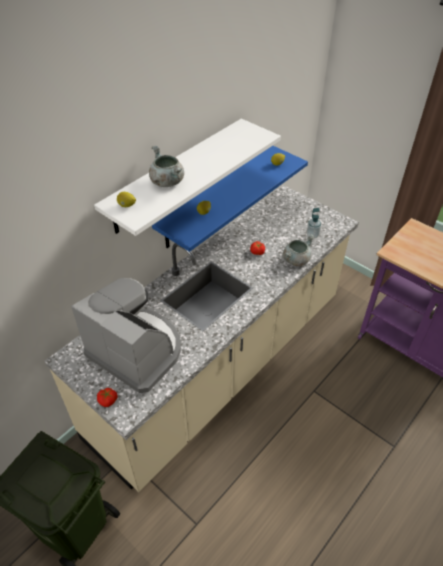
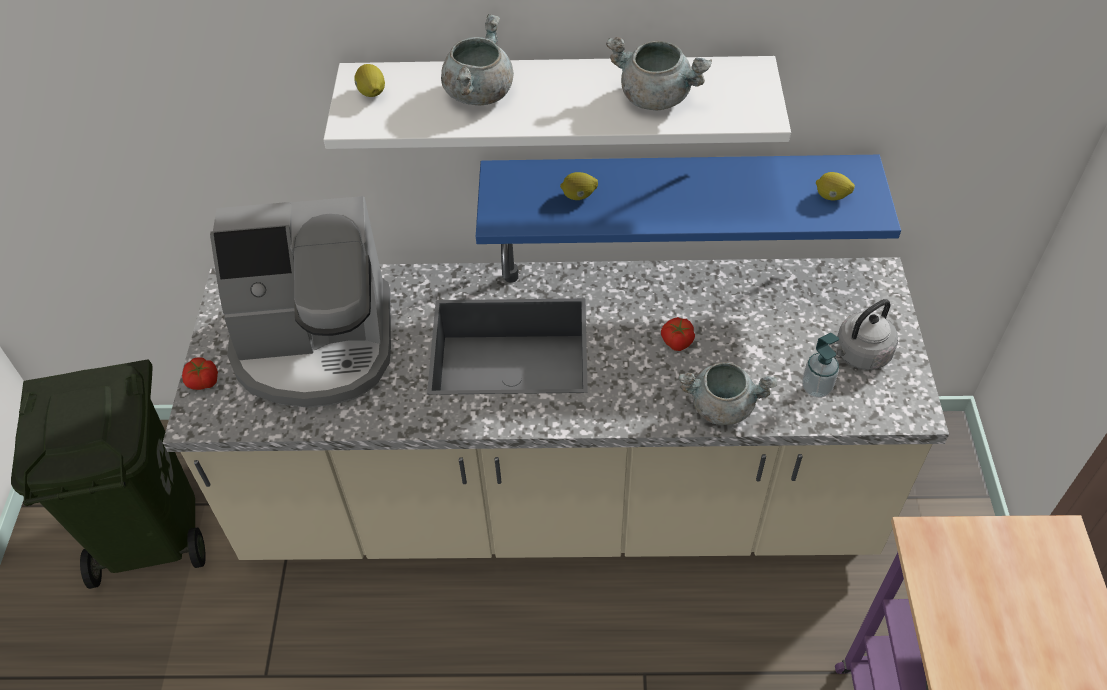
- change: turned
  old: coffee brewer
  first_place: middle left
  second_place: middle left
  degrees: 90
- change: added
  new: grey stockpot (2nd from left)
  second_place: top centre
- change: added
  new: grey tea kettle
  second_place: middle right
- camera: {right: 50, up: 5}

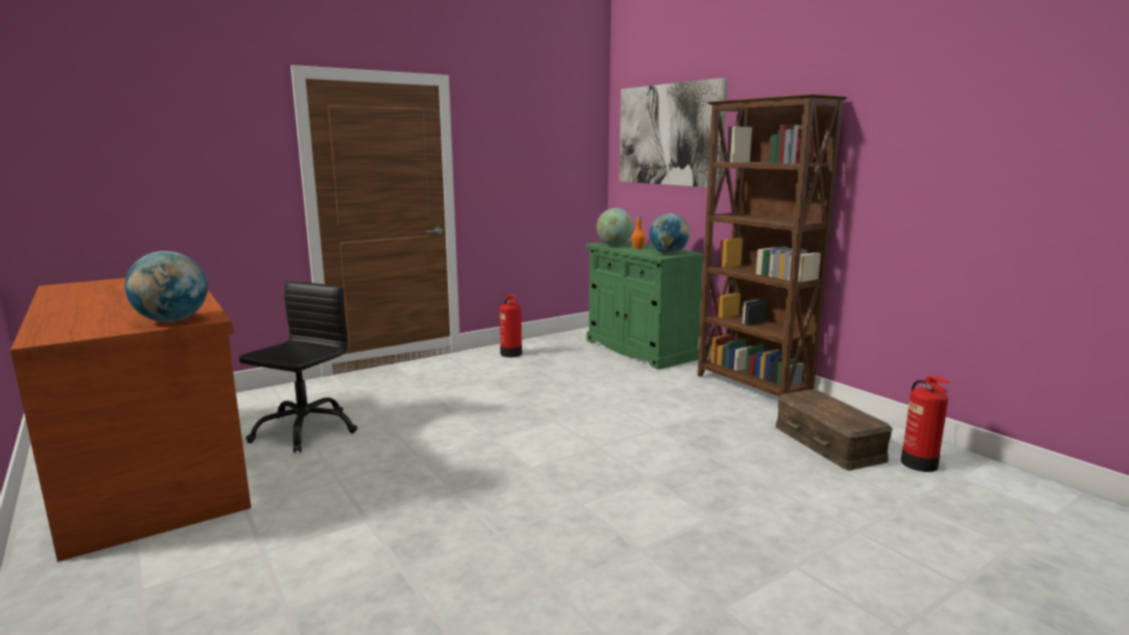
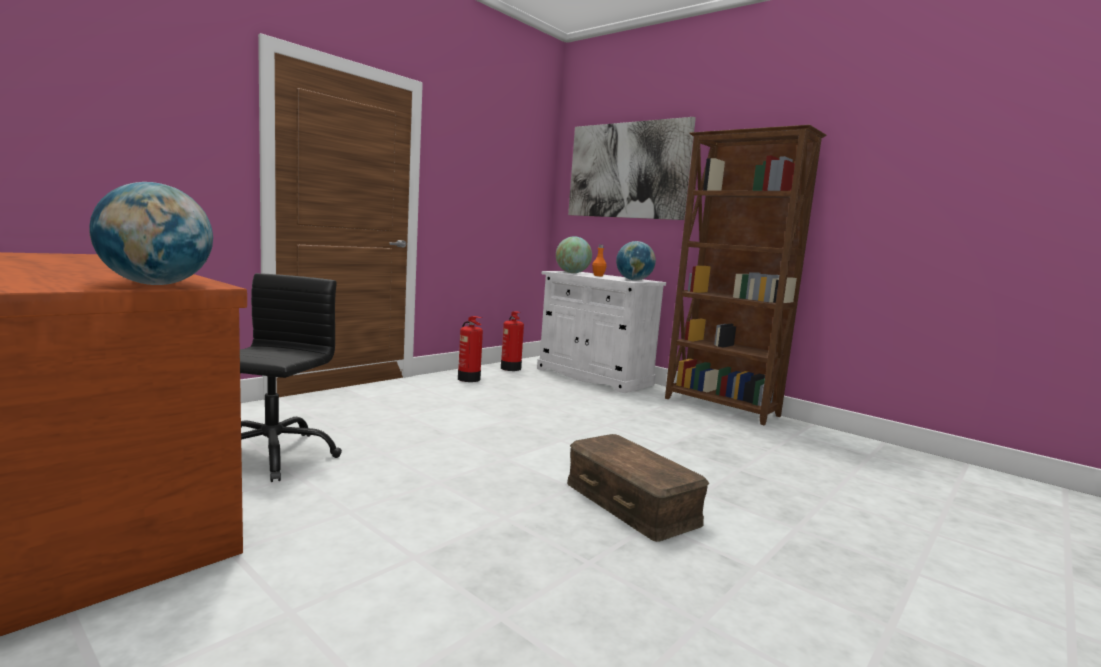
- change: moved
  old: fire extinguisher (2nd from left)
  first_place: bottom right
  second_place: centre
- change: recoloured
  old: green cupboard
  new: whitish cupboard
  first_place: centre
  second_place: centre
- change: moved
  old: brown-coloured storage container
  first_place: bottom right
  second_place: bottom centre
- camera: {right: -15, up: -5}

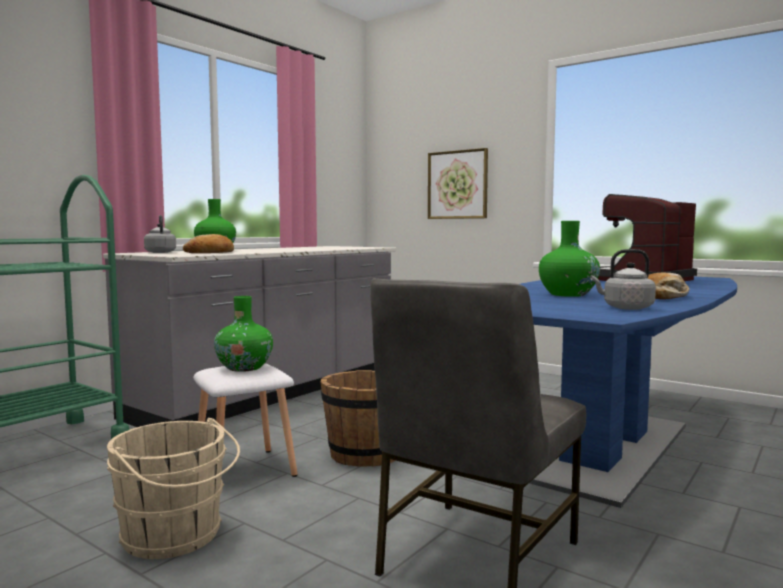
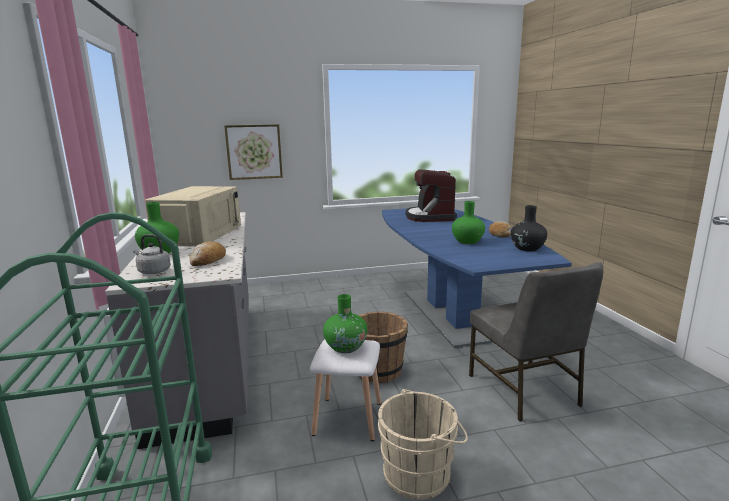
- change: added
  new: sand-coloured kitchen microwave
  second_place: middle left
- change: replaced
  old: grey tea kettle (2nd from left)
  new: black-coloured decorative vase
  first_place: middle right
  second_place: middle right
- camera: {right: -50, up: 10}

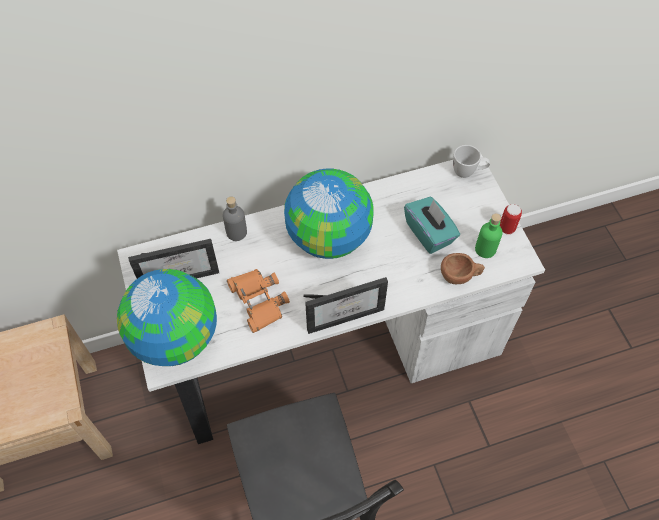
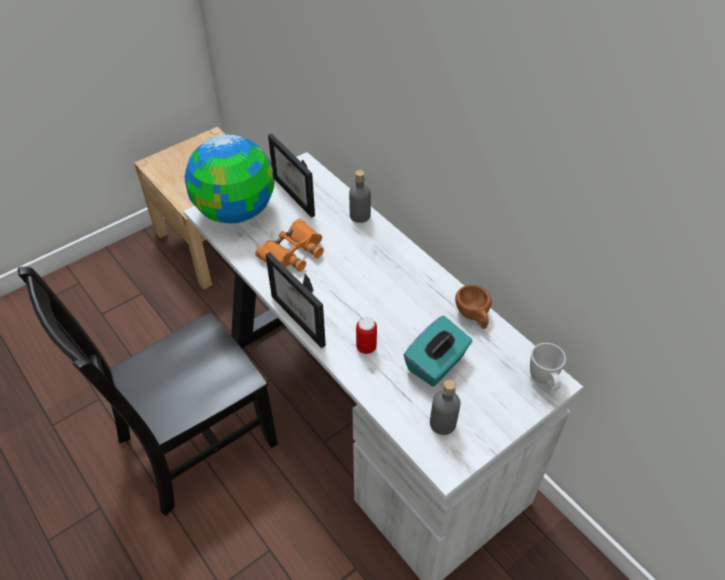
- change: moved
  old: sealed can
  first_place: middle right
  second_place: centre
- change: recoloured
  old: green beverage bottle
  new: grey beverage bottle (2nd from left)
  first_place: middle right
  second_place: bottom centre
- change: moved
  old: brown-coloured drinking cup
  first_place: middle right
  second_place: centre
- change: removed
  old: world globe (2nd from left)
  first_place: centre
- camera: {right: 70, up: -10}

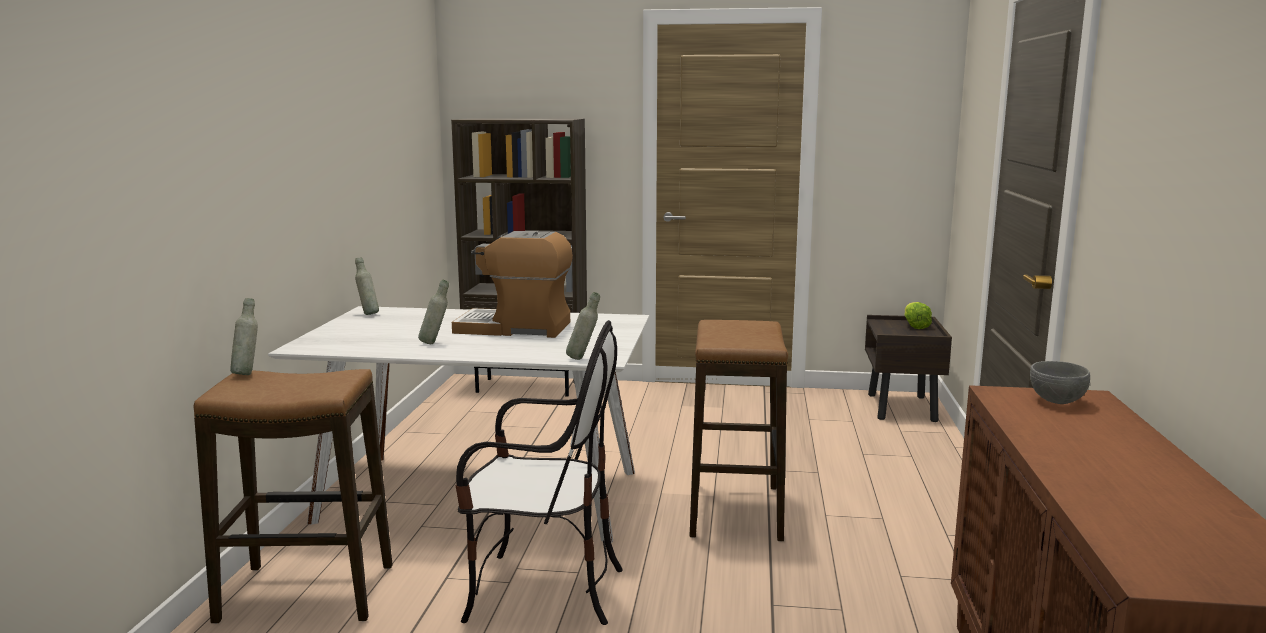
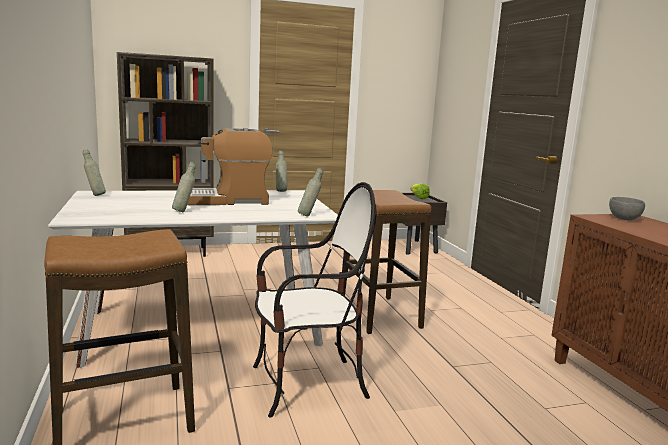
- change: moved
  old: grey beverage bottle (1st from left in the first image)
  new: grey beverage bottle (3rd from left)
  first_place: middle left
  second_place: centre
- camera: {right: -25, up: 0}

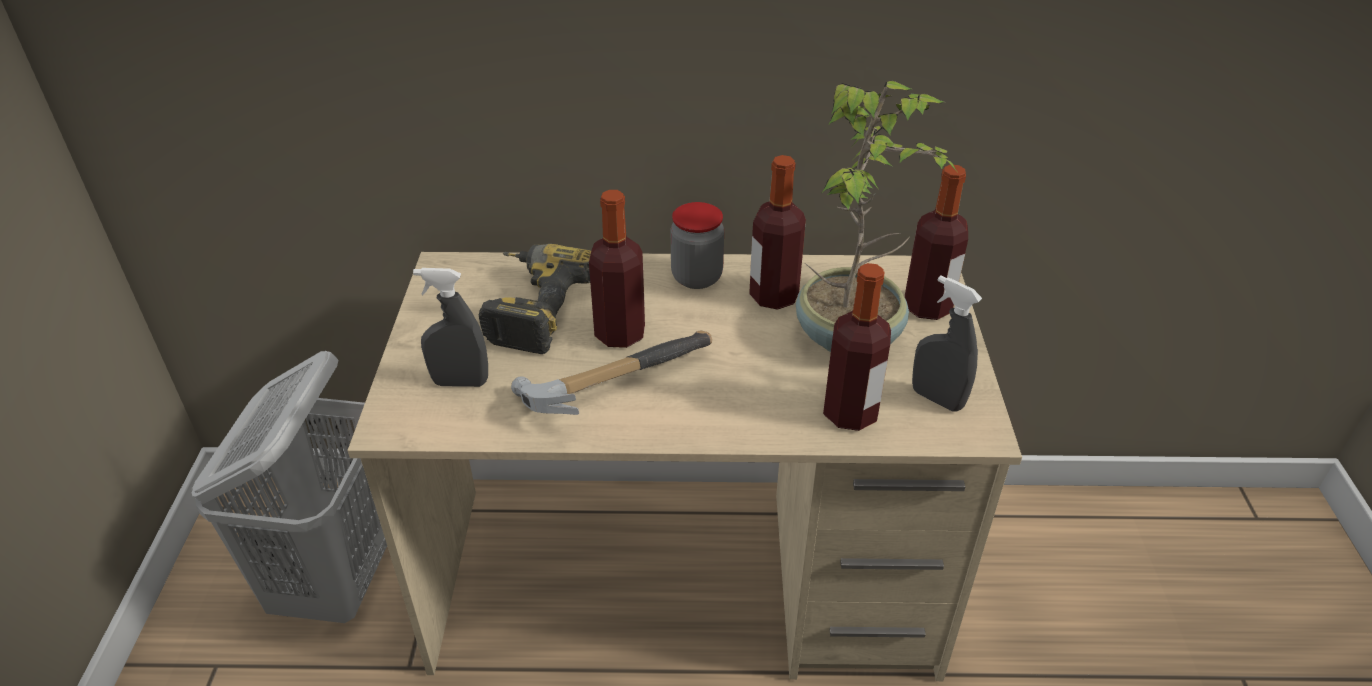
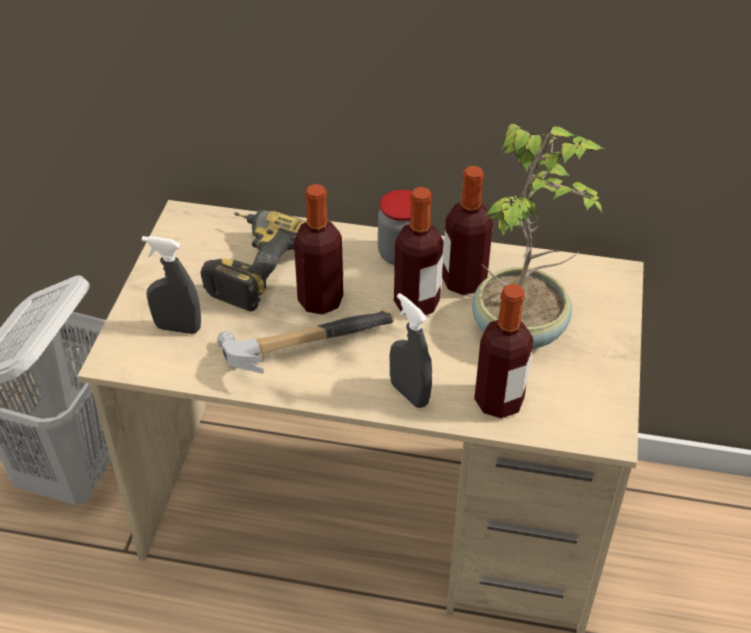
- change: moved
  old: grey spray bottle (2nd from left)
  first_place: middle right
  second_place: centre
- change: moved
  old: beverage bottle (4th from left in the first image)
  new: beverage bottle (2nd from left)
  first_place: middle right
  second_place: centre
- camera: {right: 10, up: 5}

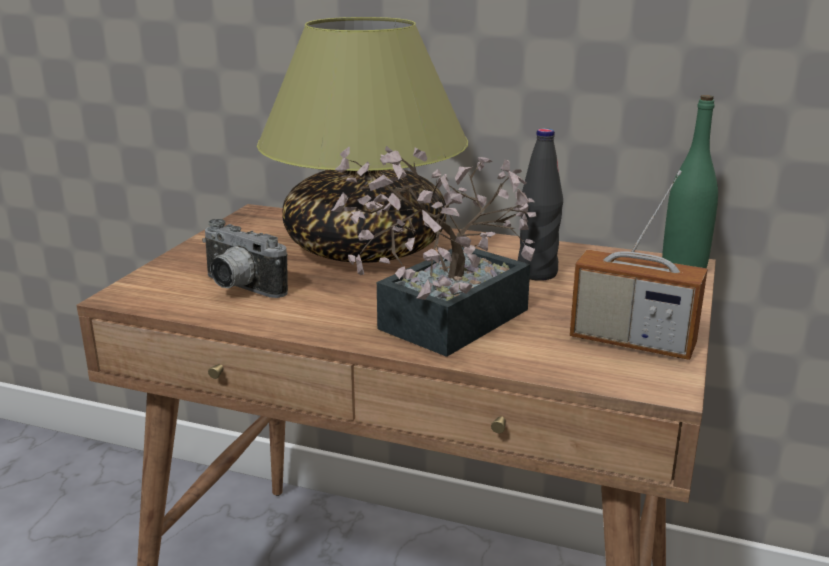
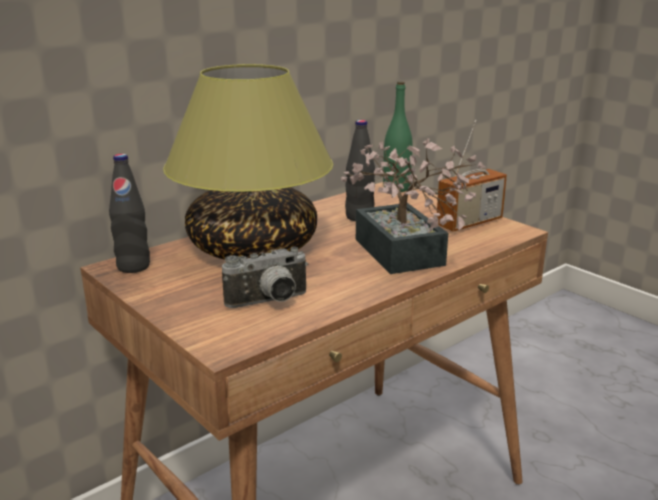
- change: added
  new: black-coloured beverage bottle (1st from left)
  second_place: middle left
- camera: {right: -60, up: 0}

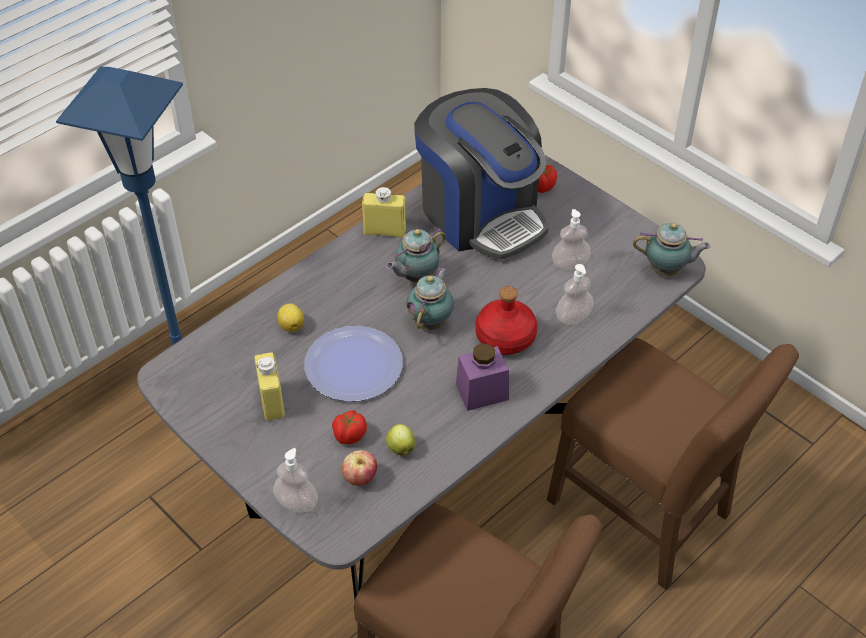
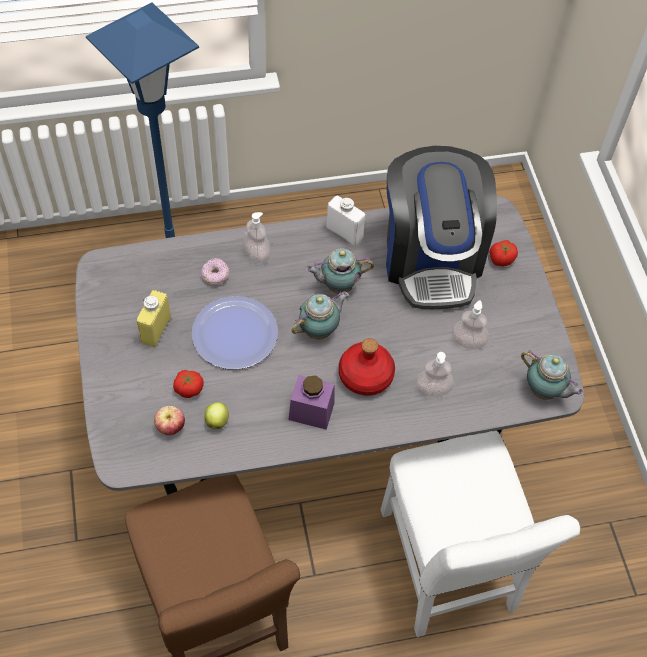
- change: replaced
  old: whole lemon
  new: ring doughnut
  first_place: centre
  second_place: middle left
- change: moved
  old: liquid soap bottle (1st from left)
  first_place: bottom centre
  second_place: centre
- change: recoloured
  old: yellow beverage bottle (2nd from left)
  new: whitish beverage bottle
  first_place: top centre
  second_place: centre
- change: recoloured
  old: brown-coloured plain chair (2nd from left)
  new: whitish plain chair
  first_place: bottom right
  second_place: bottom right
- camera: {right: 30, up: 10}

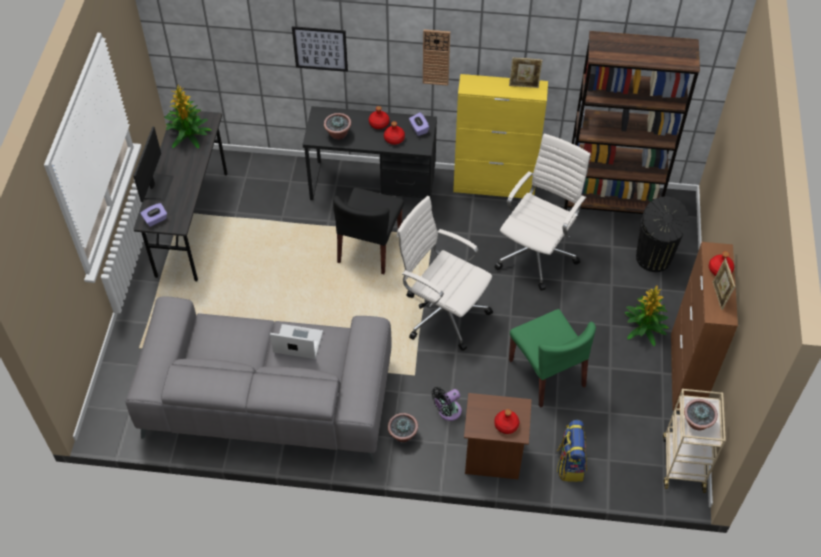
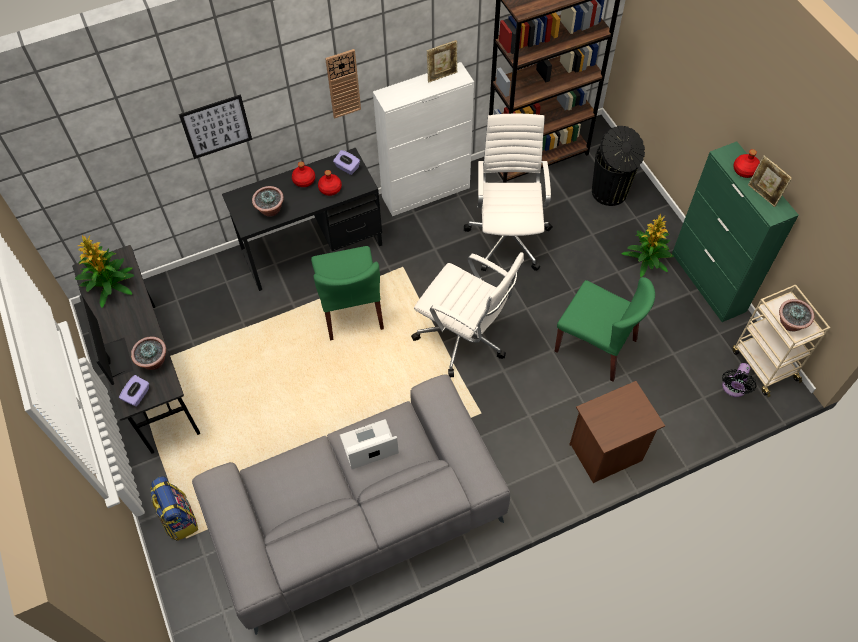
- change: moved
  old: houseplant (3rd from left in the first image)
  new: houseplant (2nd from left)
  first_place: bottom centre
  second_place: middle left
- change: moved
  old: knapsack
  first_place: bottom right
  second_place: bottom left
- change: recoloured
  old: black-coloured plain chair
  new: green plain chair (1st from left)
  first_place: centre
  second_place: centre
- change: recoloured
  old: yellow cupboard
  new: whitish cupboard
  first_place: top centre
  second_place: top centre
- change: turned
  old: whitish office chair (1st from left)
  first_place: centre
  second_place: centre
  degrees: -150
- change: recoloured
  old: brown-coloured cupboard
  new: green cupboard
  first_place: middle right
  second_place: middle right
- change: moved
  old: black-coloured fan
  first_place: bottom centre
  second_place: middle right
- change: removed
  old: red-coloured beverage bottle (3rd from left)
  first_place: bottom centre
- camera: {right: -30, up: 5}

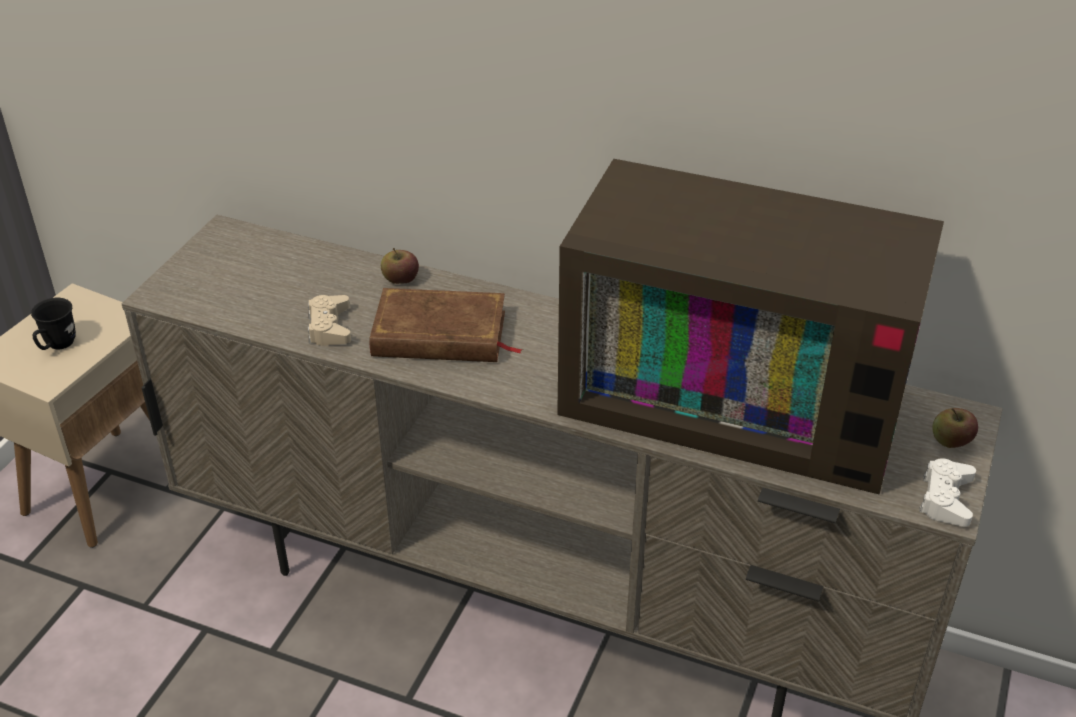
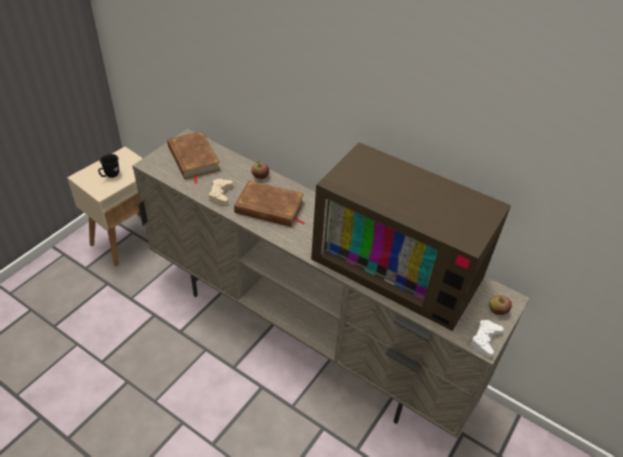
- change: added
  new: brown-coloured bound book (1st from left)
  second_place: middle left
- camera: {right: 10, up: 5}

